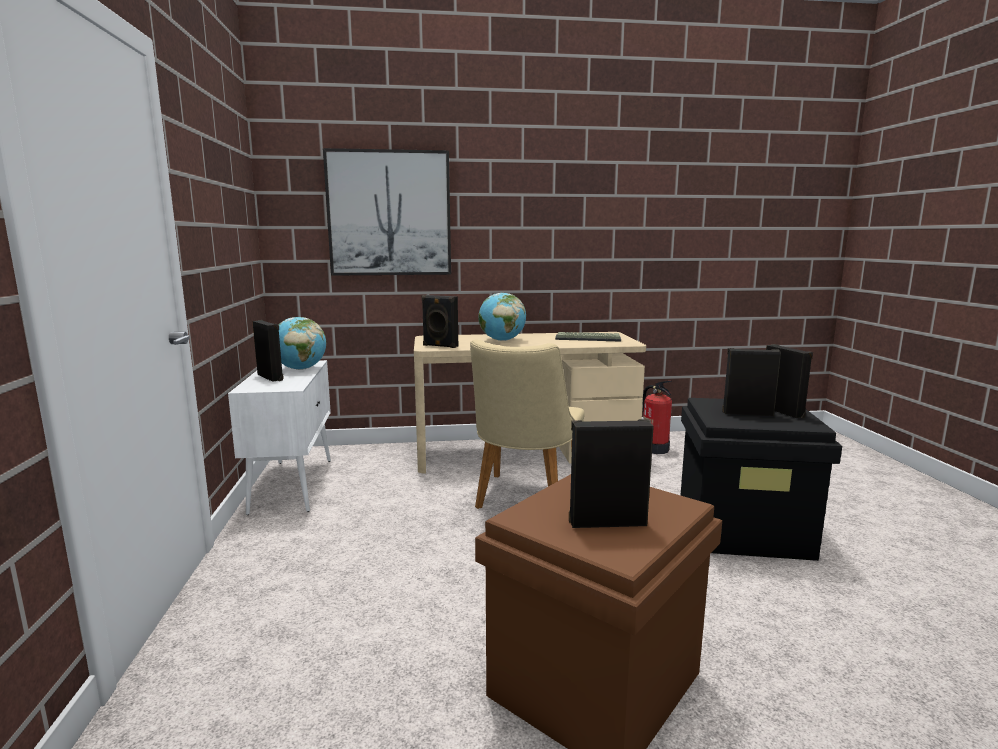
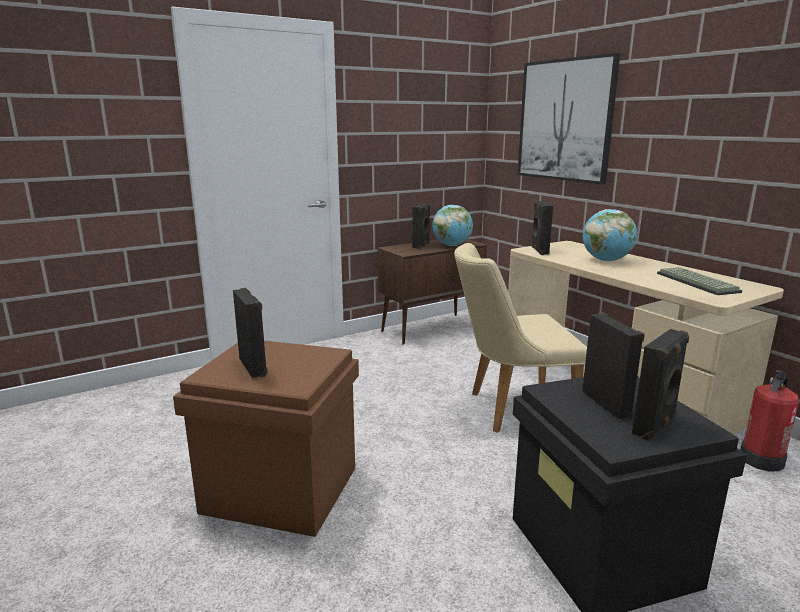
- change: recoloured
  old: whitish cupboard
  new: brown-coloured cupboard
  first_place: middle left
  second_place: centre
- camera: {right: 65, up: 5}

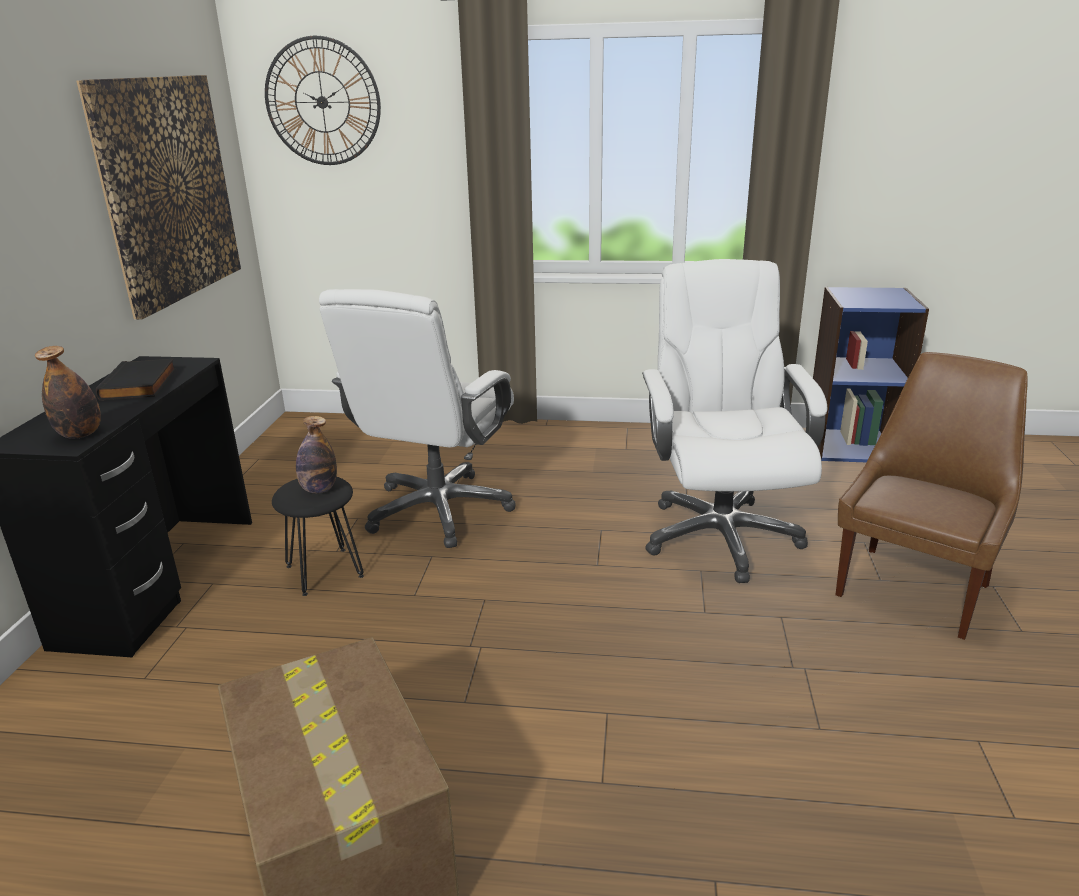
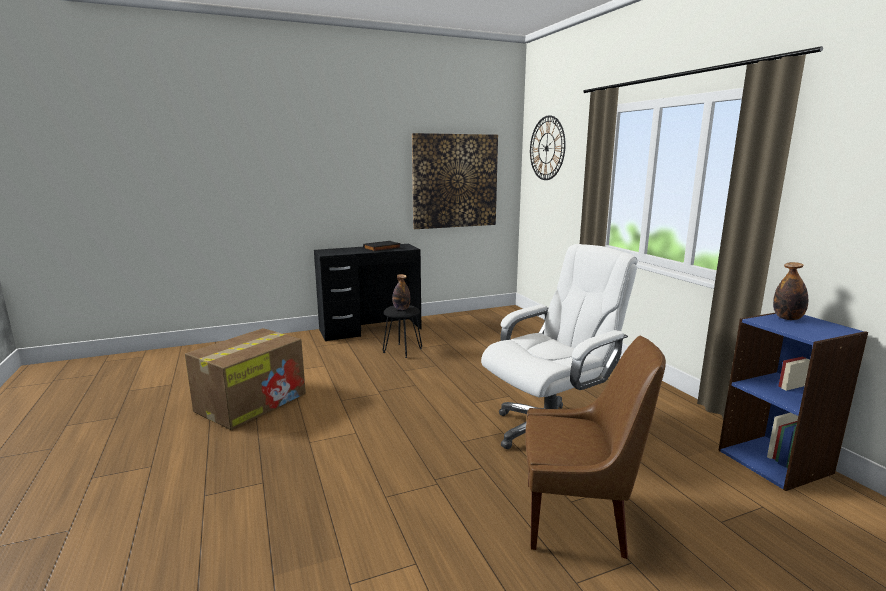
- change: moved
  old: beverage bottle (1st from left in the first image)
  new: beverage bottle (2nd from left)
  first_place: middle left
  second_place: middle right
- change: removed
  old: whitish office chair (1st from left)
  first_place: centre
- camera: {right: 60, up: -10}

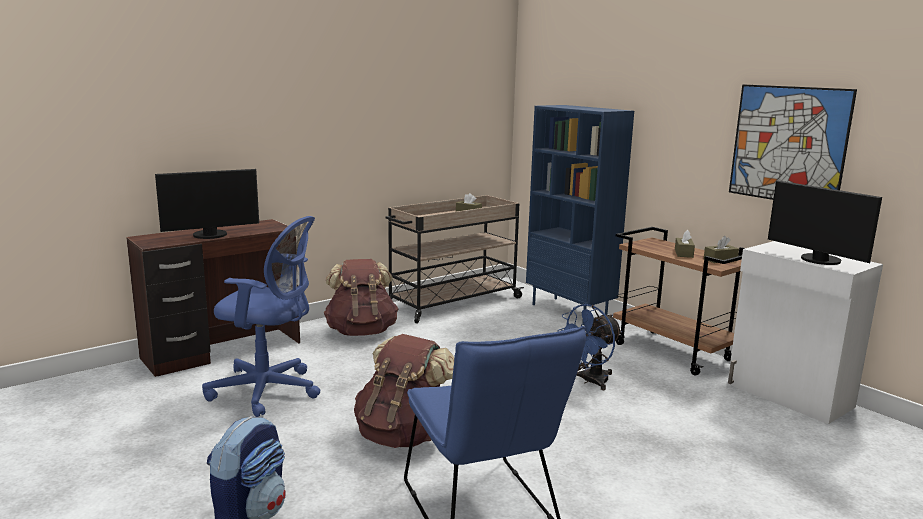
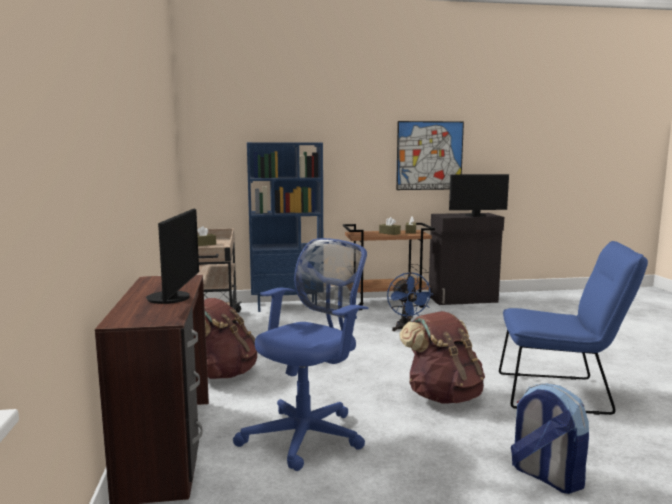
- change: recoloured
  old: whitish cupboard
  new: black-coloured cupboard
  first_place: middle right
  second_place: middle right
- camera: {right: -60, up: -5}

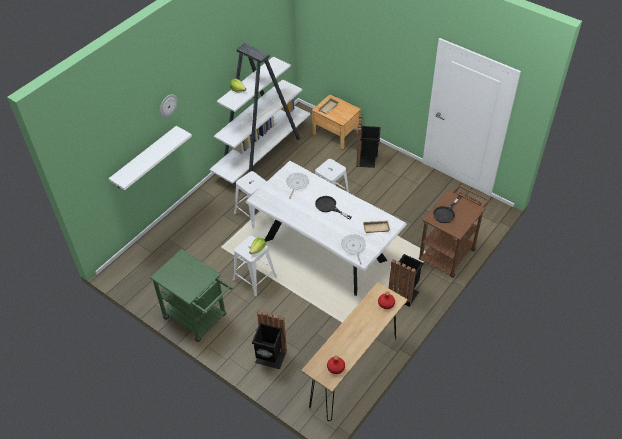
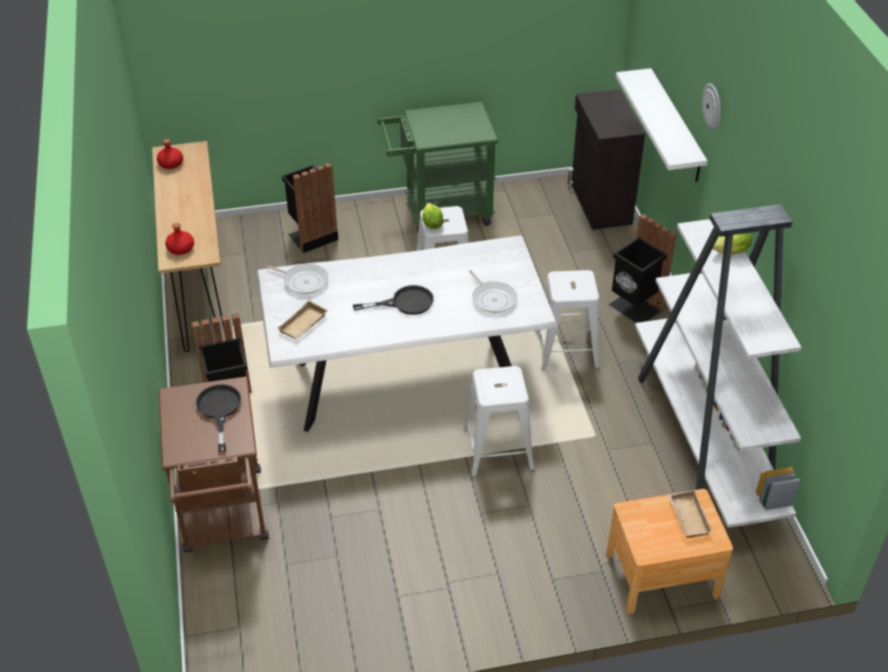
- change: added
  new: black-coloured cupboard
  second_place: top right
- change: moved
  old: black-coloured waste bin (2nd from left in the first image)
  new: black-coloured waste bin (3rd from left)
  first_place: top centre
  second_place: middle right
- camera: {right: 130, up: -5}

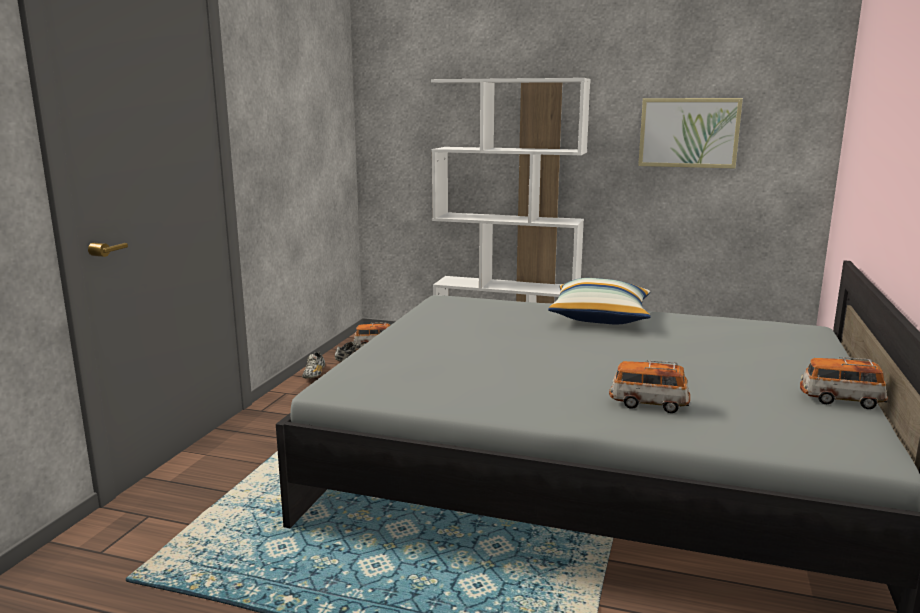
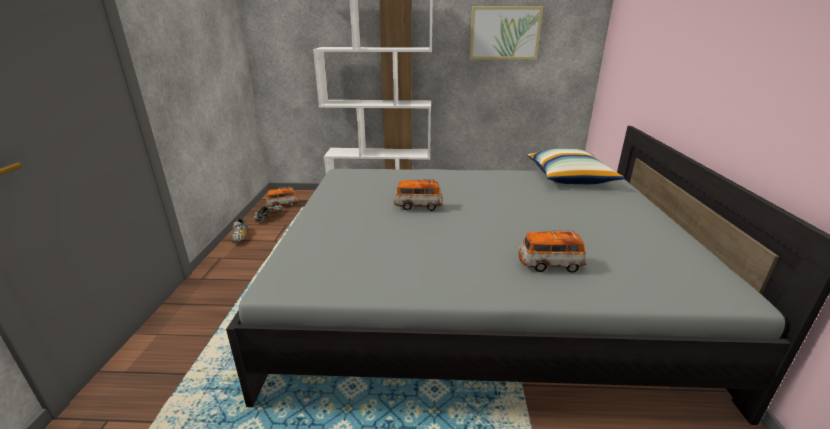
- change: moved
  old: toy car (3rd from left in the first image)
  new: toy car (2nd from left)
  first_place: middle right
  second_place: centre
- change: moved
  old: cushion
  first_place: centre
  second_place: middle right
- camera: {right: -15, up: 10}

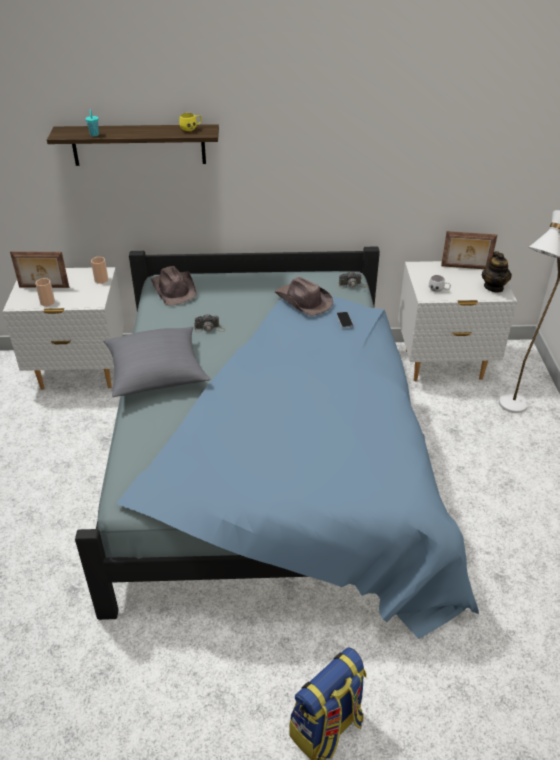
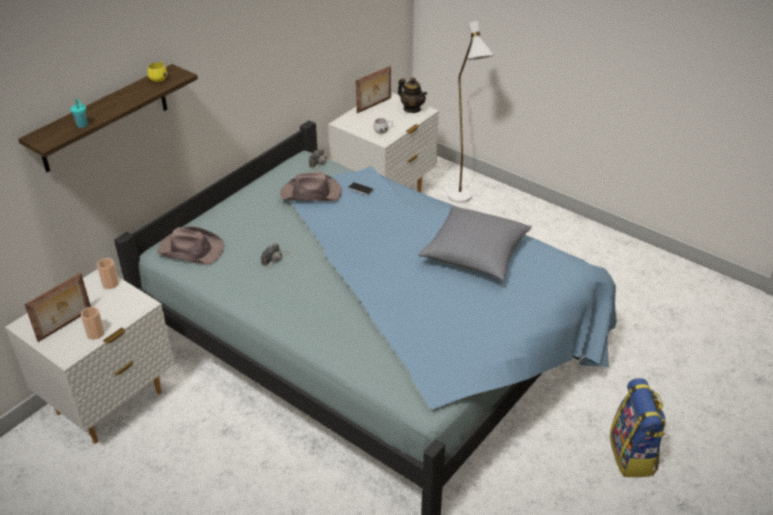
- change: moved
  old: grey cushion
  first_place: middle left
  second_place: centre
- camera: {right: -50, up: 0}

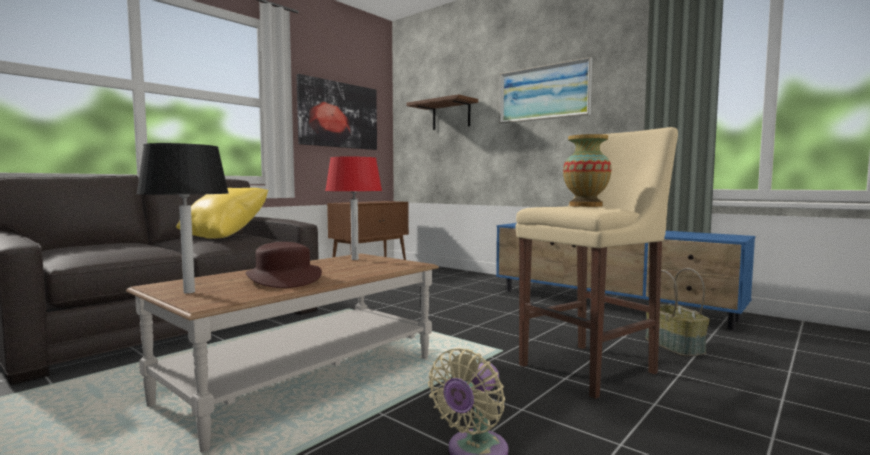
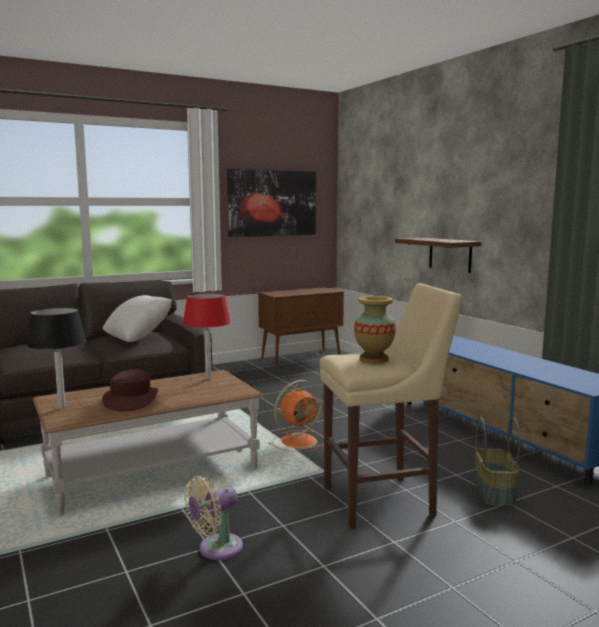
- change: recoloured
  old: yellow cushion
  new: whitish cushion
  first_place: middle left
  second_place: middle left
- change: added
  new: orangey fan
  second_place: centre
- change: moved
  old: brown-coloured shelf
  first_place: top centre
  second_place: middle right
- change: removed
  old: wall art (2nd from left)
  first_place: top centre
- camera: {right: 20, up: 5}

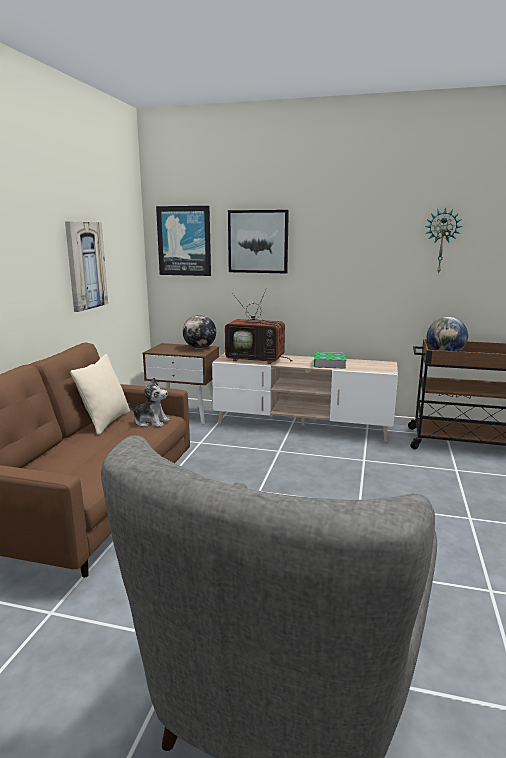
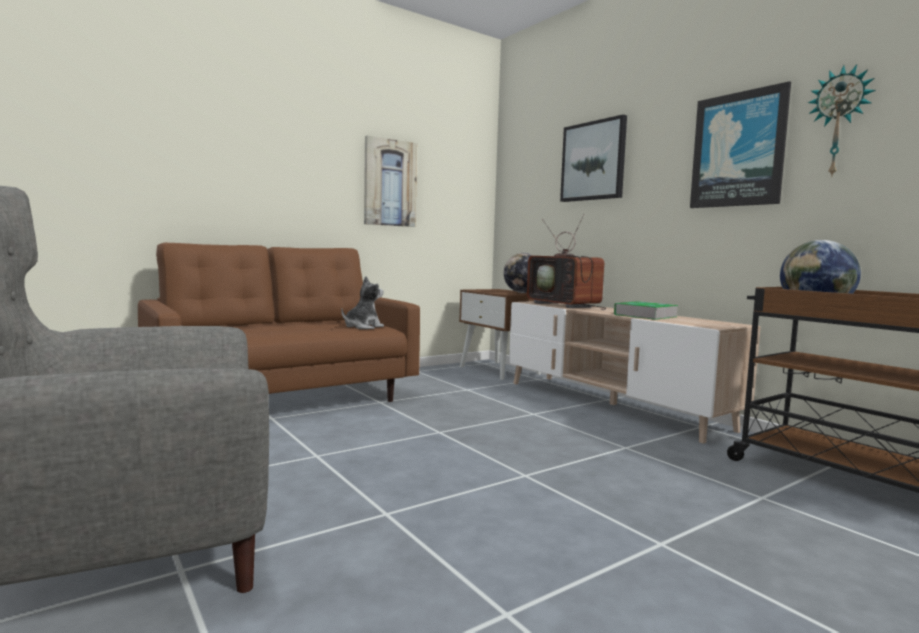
- change: turned
  old: plush toy
  first_place: middle left
  second_place: centre
  degrees: -105
- change: moved
  old: wall art (2nd from left in the first image)
  new: wall art (3rd from left)
  first_place: top centre
  second_place: top right
- change: removed
  old: sand-coloured cushion
  first_place: middle left
- camera: {right: 40, up: -10}

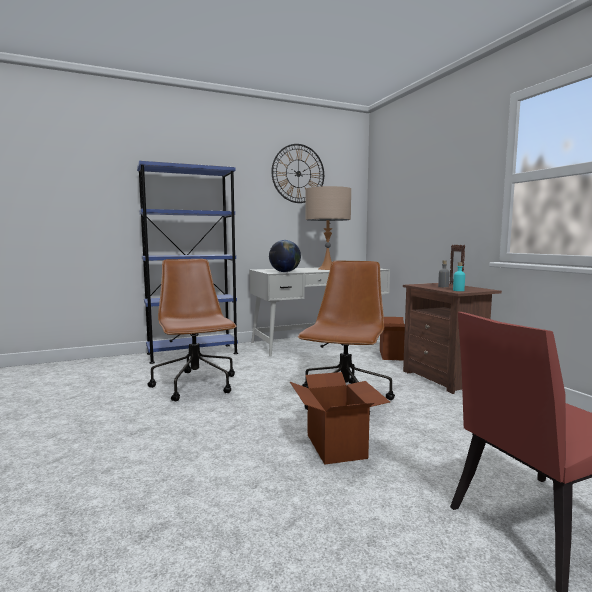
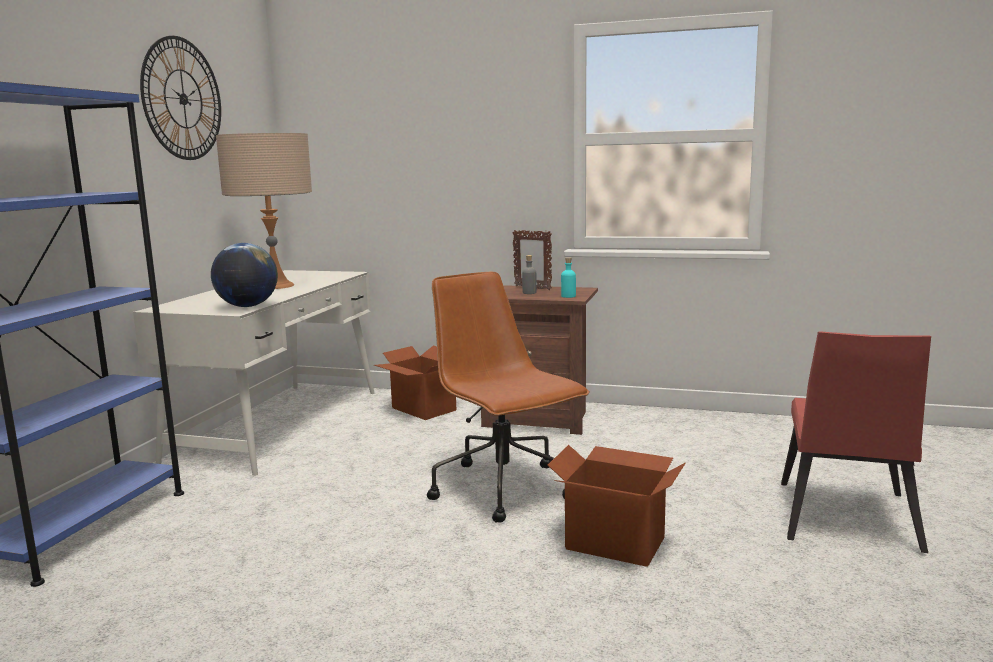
- change: removed
  old: brown-coloured office chair (1st from left)
  first_place: middle left
- camera: {right: -50, up: 5}

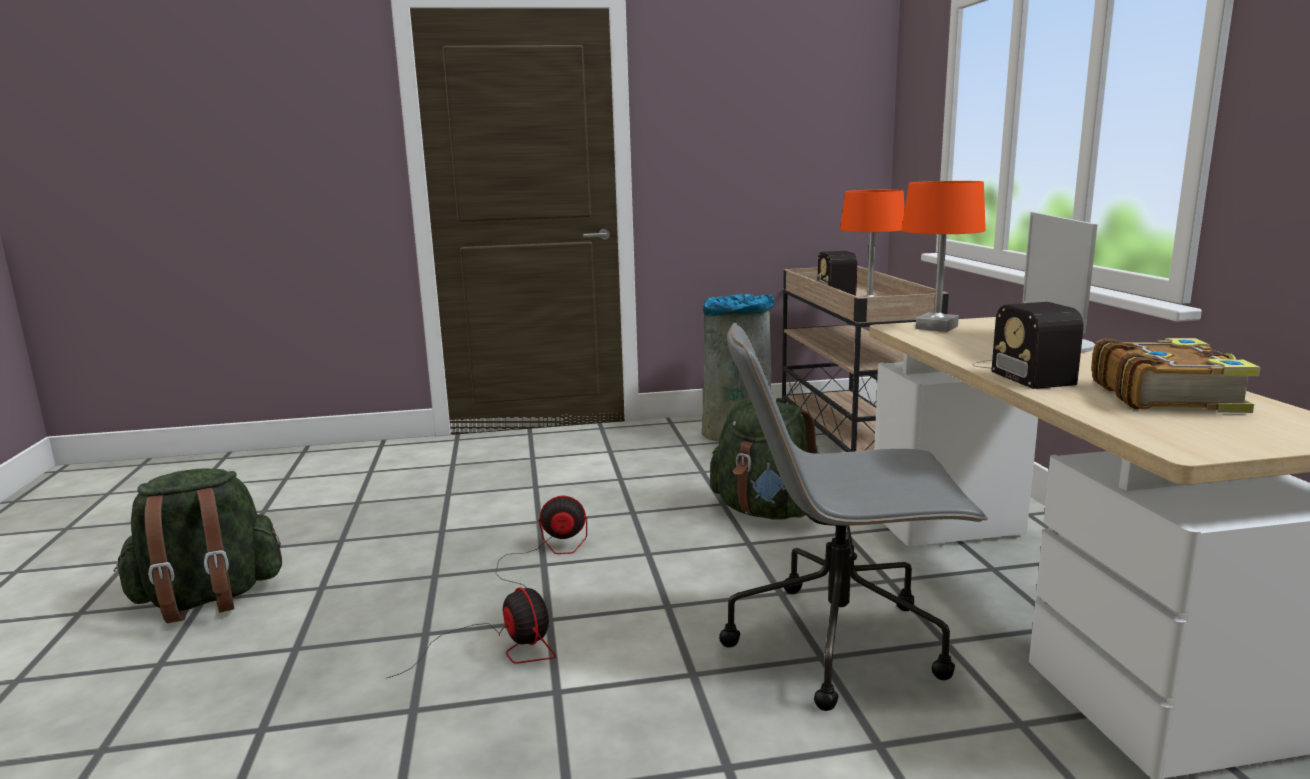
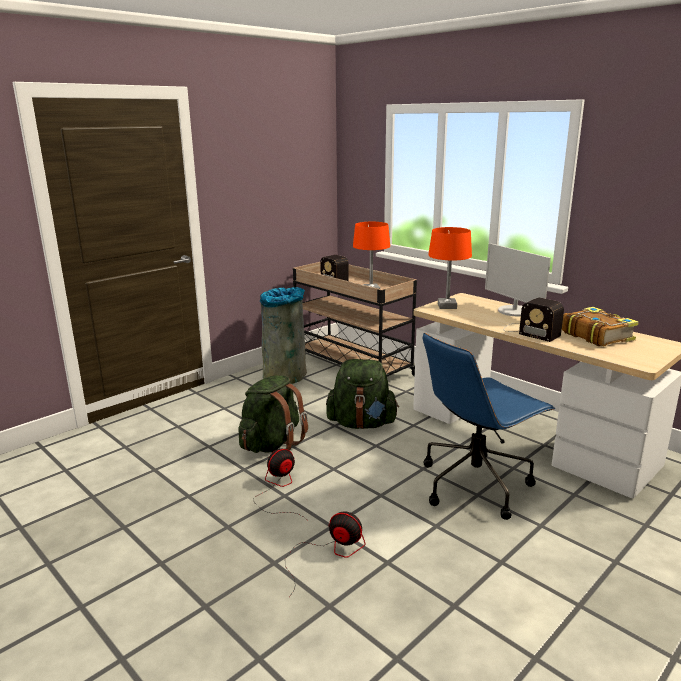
- change: moved
  old: green knapsack (1st from left)
  first_place: bottom left
  second_place: centre
- change: recoloured
  old: grey office chair
  new: blue-coloured office chair
  first_place: centre
  second_place: middle right
- camera: {right: -35, up: 5}

